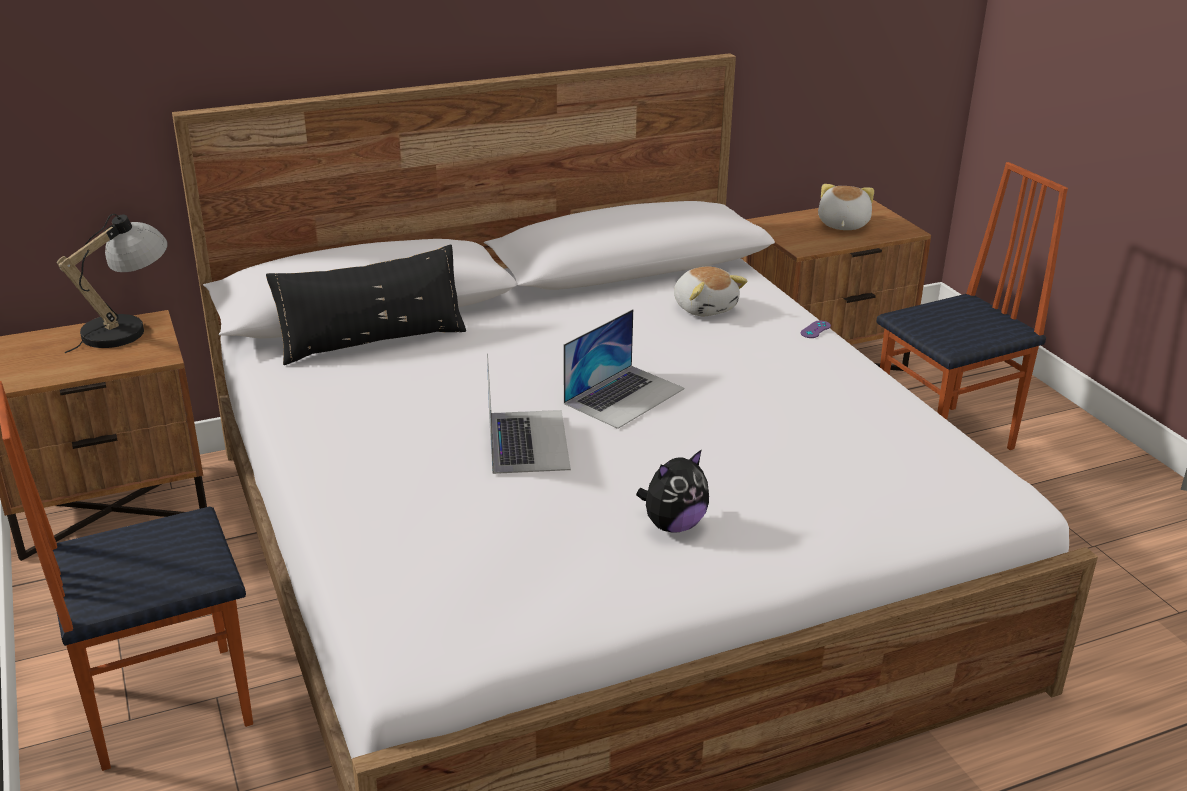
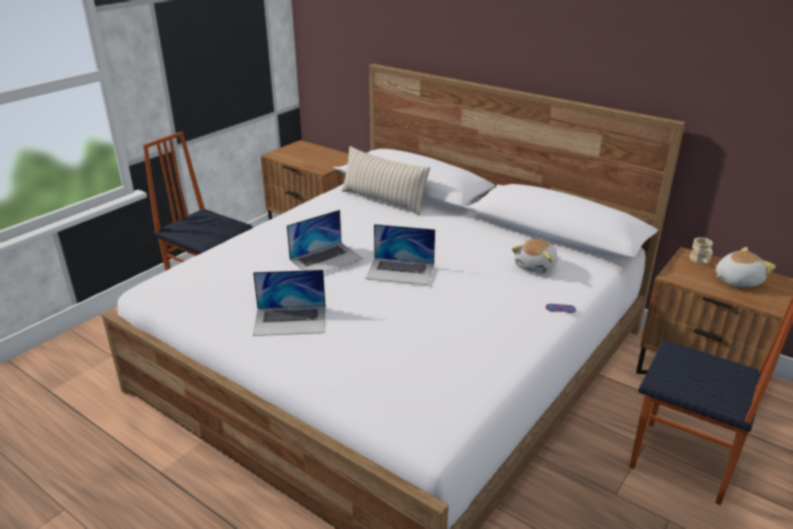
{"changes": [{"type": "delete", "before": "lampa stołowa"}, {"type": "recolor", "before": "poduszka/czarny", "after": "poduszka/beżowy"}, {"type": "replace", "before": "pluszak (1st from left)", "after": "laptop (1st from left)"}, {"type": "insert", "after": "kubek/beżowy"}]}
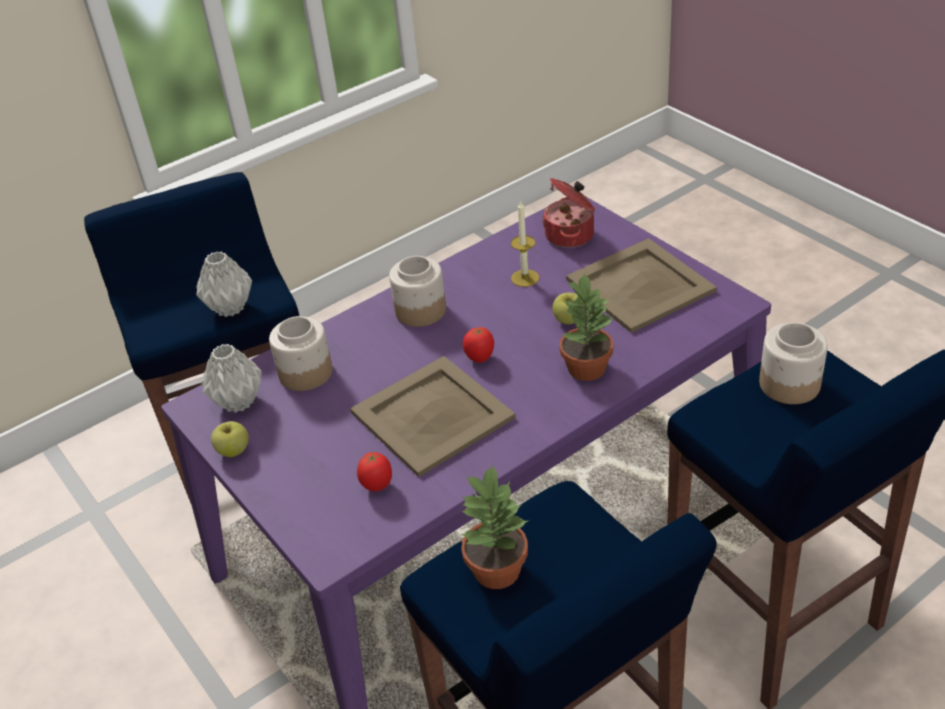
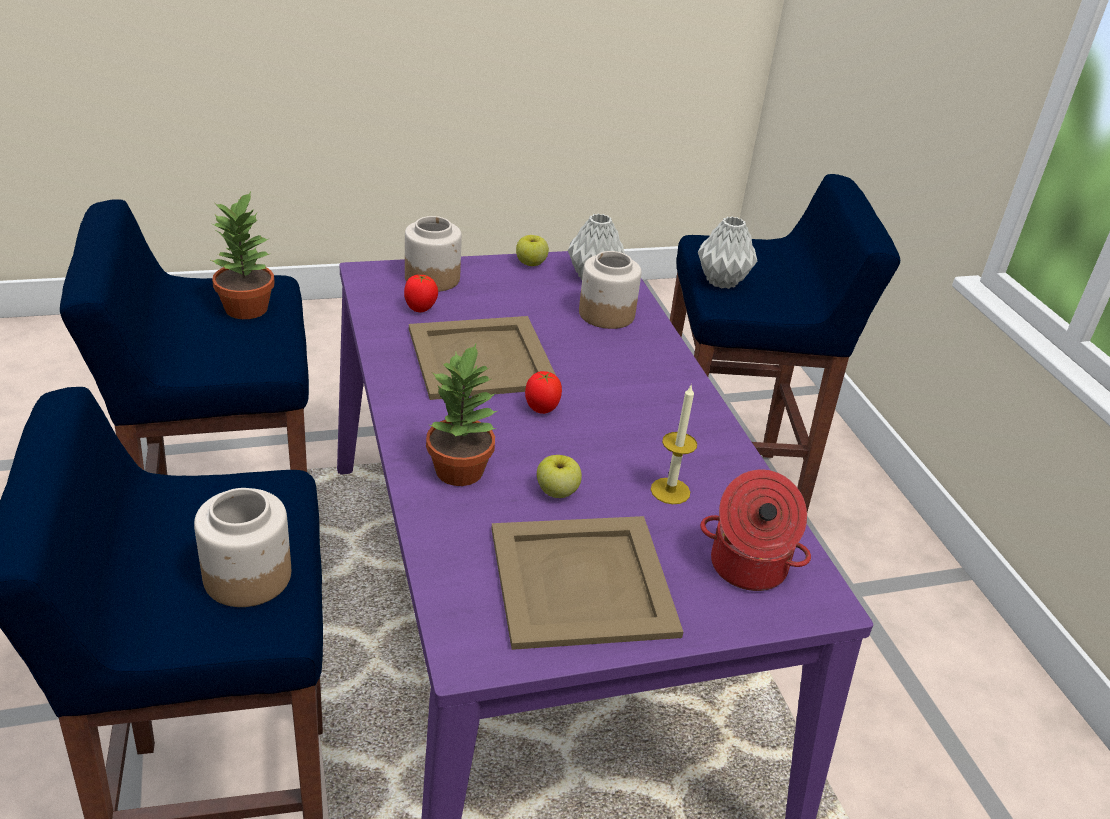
{"changes": [{"type": "move", "before": "słoik (2nd from left)"}]}
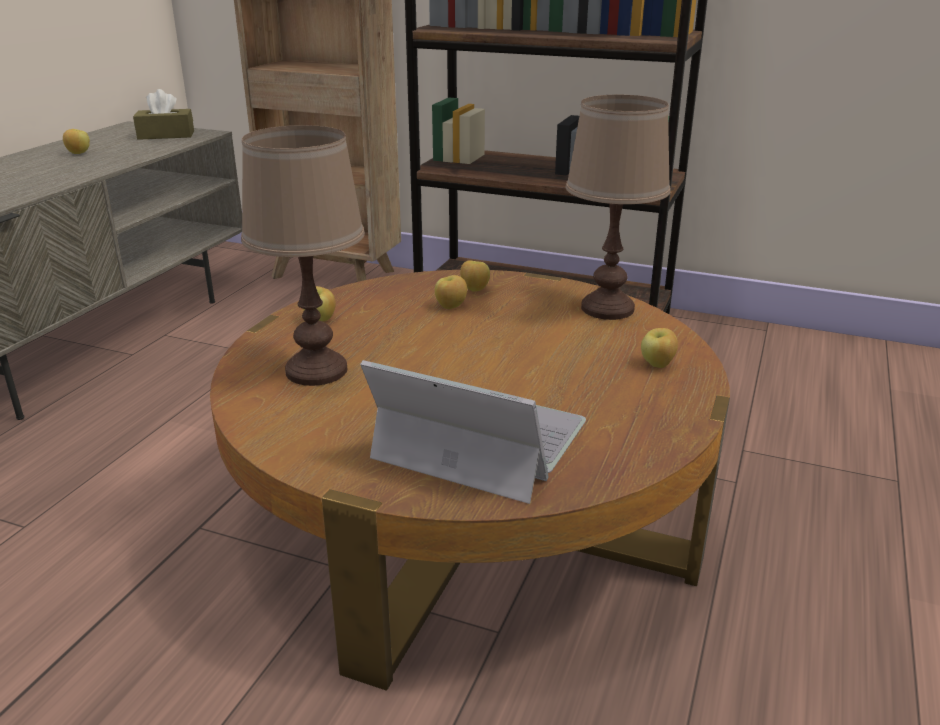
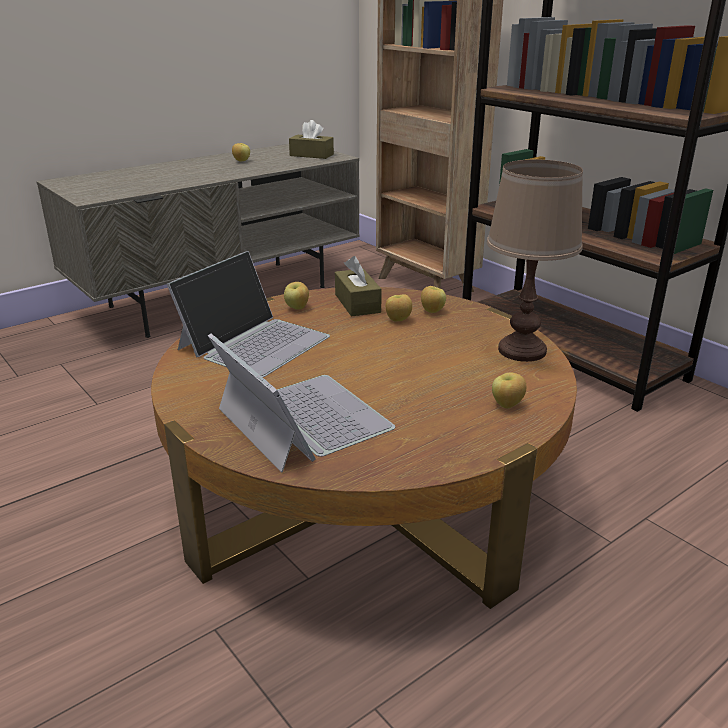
{"changes": [{"type": "replace", "before": "lampa stołowa/brązowy (1st from left)", "after": "laptop (1st from left)"}, {"type": "insert", "after": "pudełko chusteczek/brązowy (2nd from left)"}]}
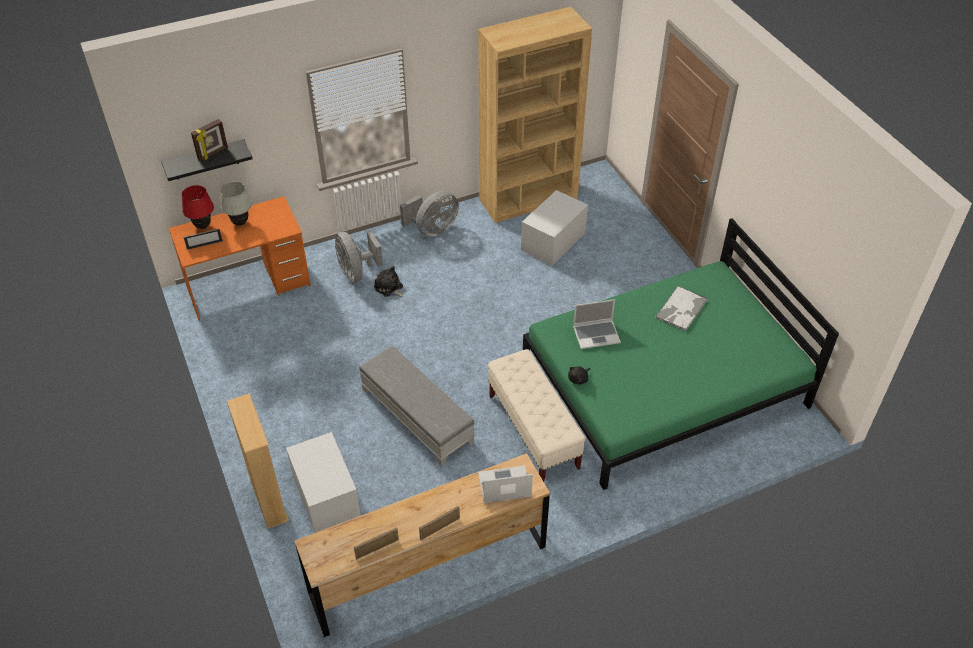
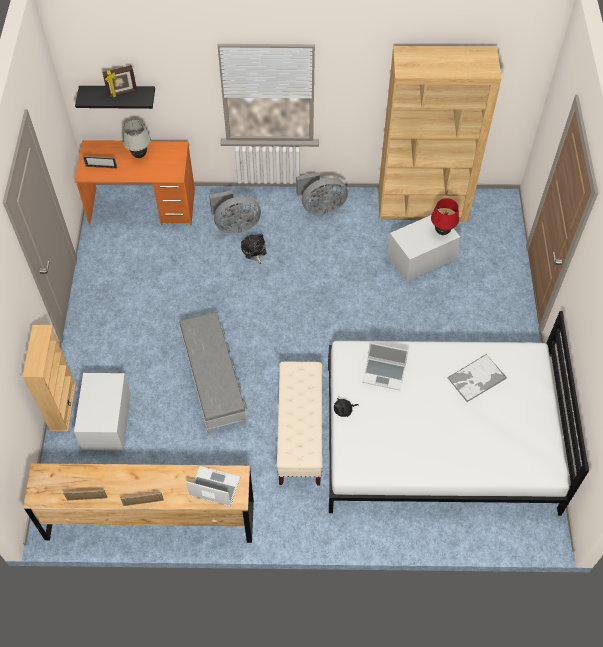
{"changes": [{"type": "move", "before": "lampa stołowa/czerwony"}, {"type": "rotate", "before": "wentylator/szary (1st from left)", "turn": -105}, {"type": "recolor", "before": "łóżko/zielony", "after": "łóżko/biały"}]}
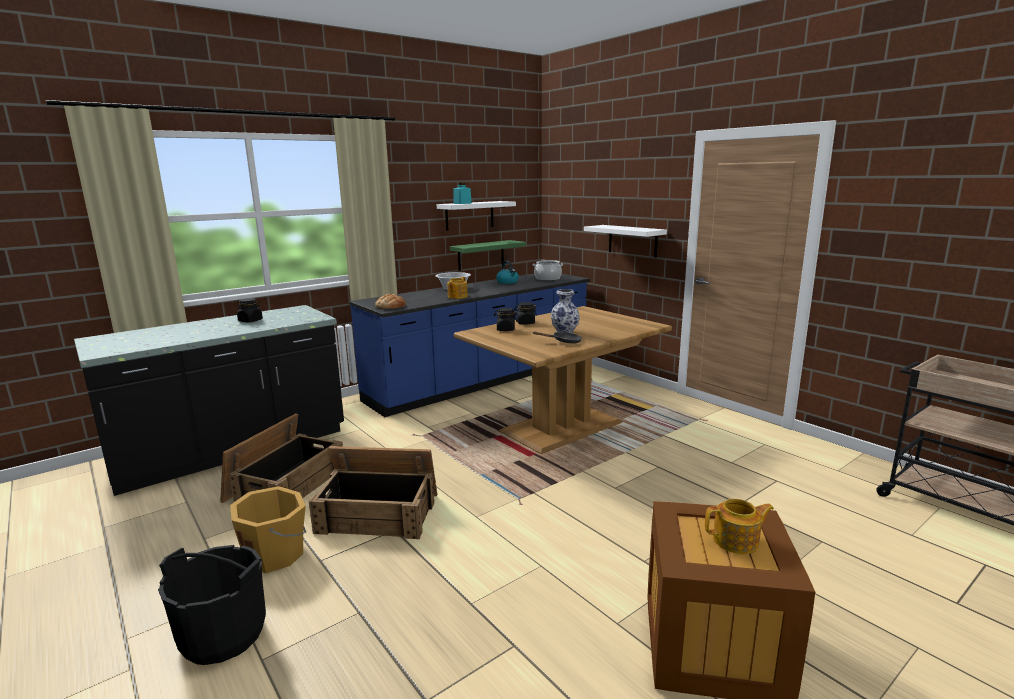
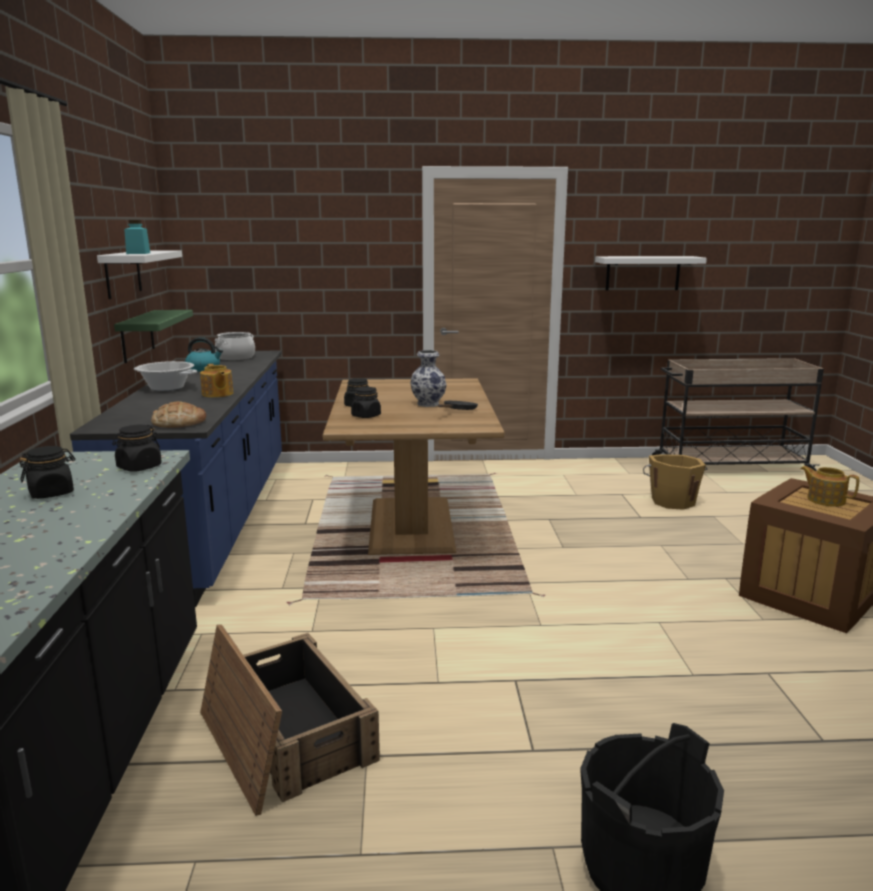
{"changes": [{"type": "move", "before": "wiadro/pomarańczowy"}, {"type": "delete", "before": "skrzynka (2nd from left)"}, {"type": "move", "before": "półka/biały (2nd from left)"}, {"type": "rotate", "before": "imbryk (2nd from left)", "turn": -75}, {"type": "insert", "after": "słoik/czarny (2nd from left)"}]}
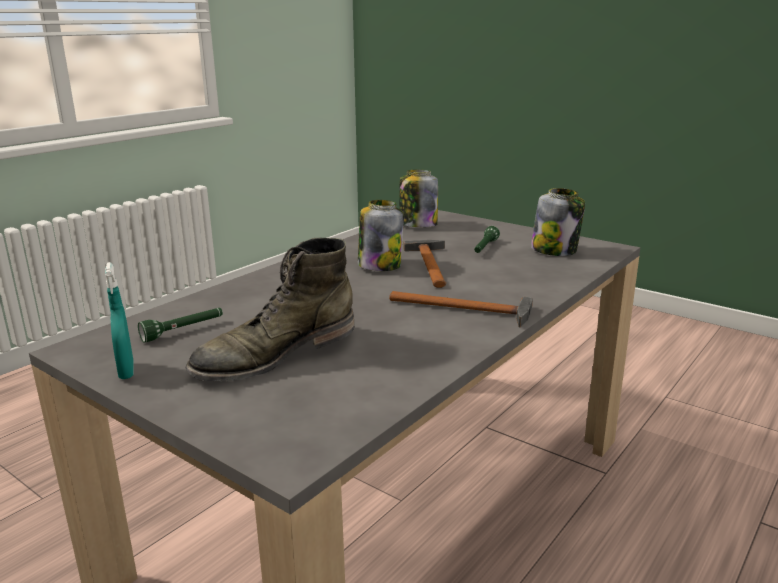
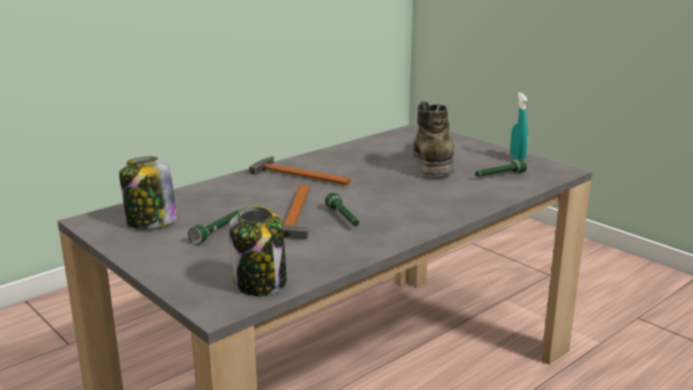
{"changes": [{"type": "rotate", "before": "but z cholewką/zielony", "turn": -60}, {"type": "replace", "before": "słoik (1st from left)", "after": "latarka/zielony (2nd from left)"}]}
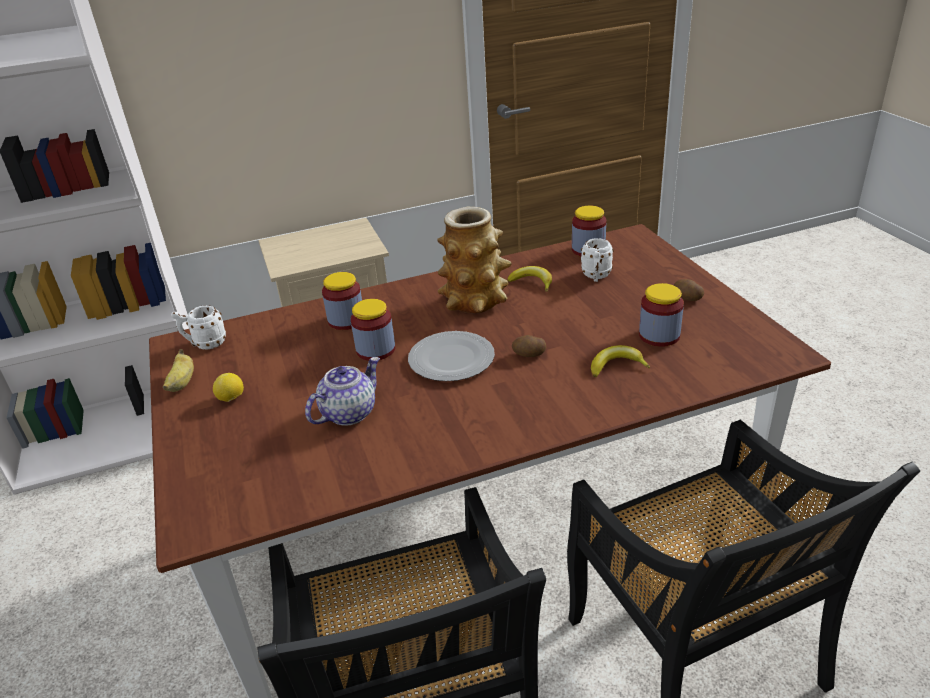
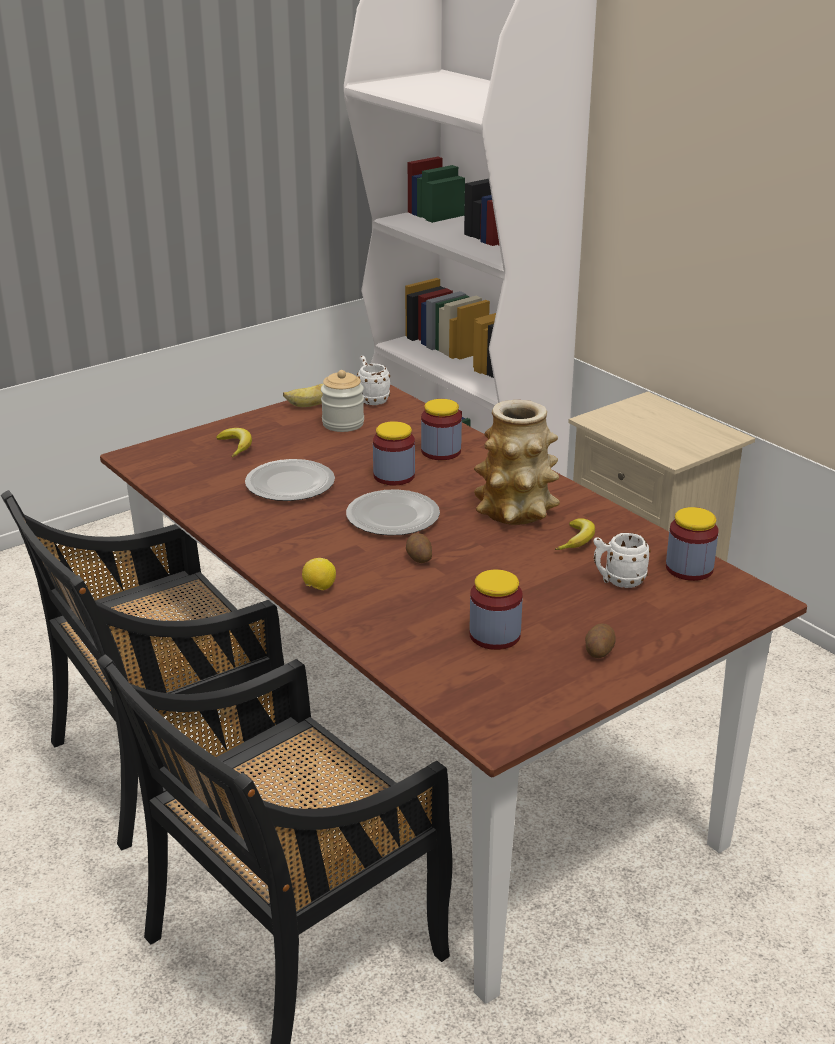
{"changes": [{"type": "move", "before": "cytryna"}, {"type": "replace", "before": "imbryk", "after": "talerz (1st from left)"}, {"type": "move", "before": "banan (3rd from left in the first image)", "after": "banan (1st from left)"}, {"type": "insert", "after": "słoik (1st from left)"}]}
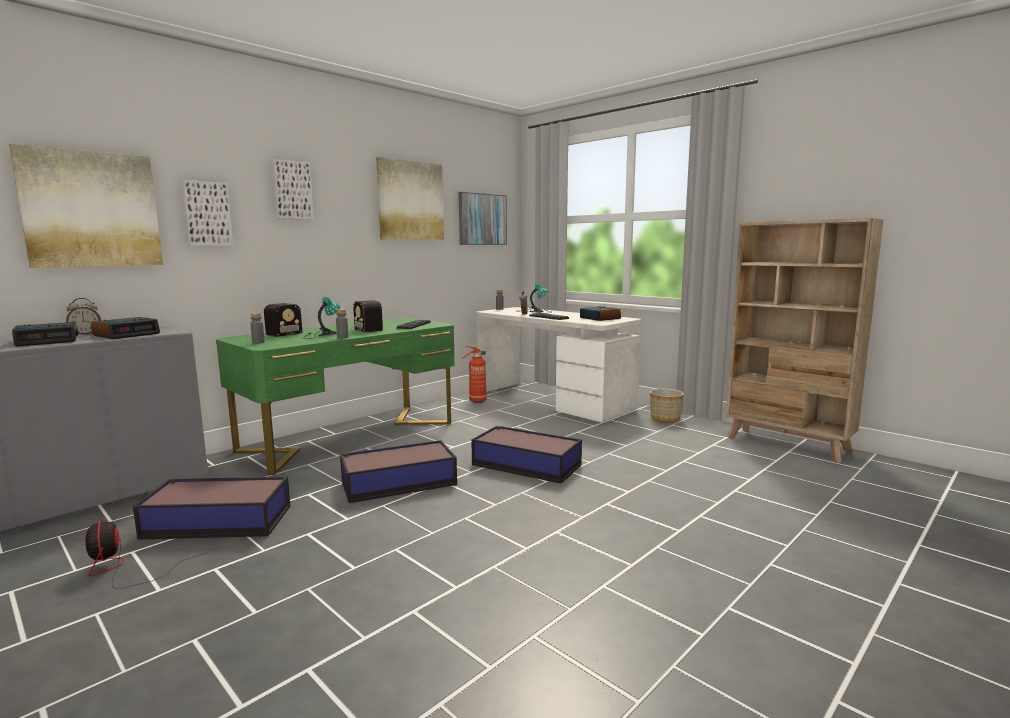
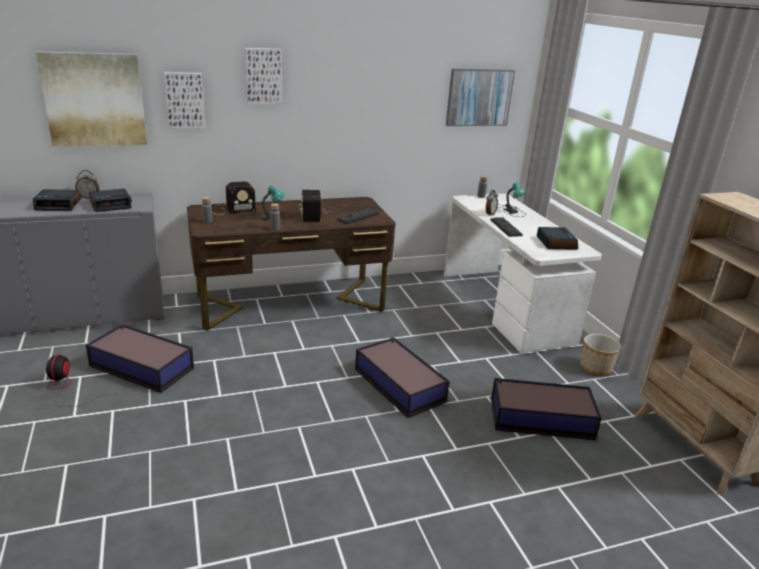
{"changes": [{"type": "recolor", "before": "biurko/zielony", "after": "biurko/brązowy"}, {"type": "move", "before": "pojemnik do przechowywania (2nd from left in the first image)", "after": "pojemnik do przechowywania (3rd from left)"}, {"type": "delete", "before": "obraz (4th from left)"}, {"type": "delete", "before": "gaśnica"}]}
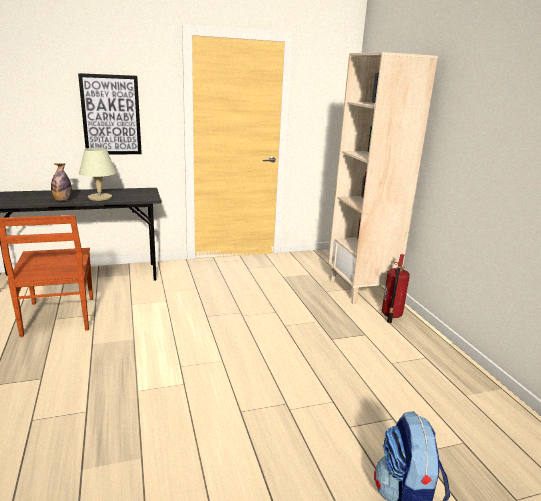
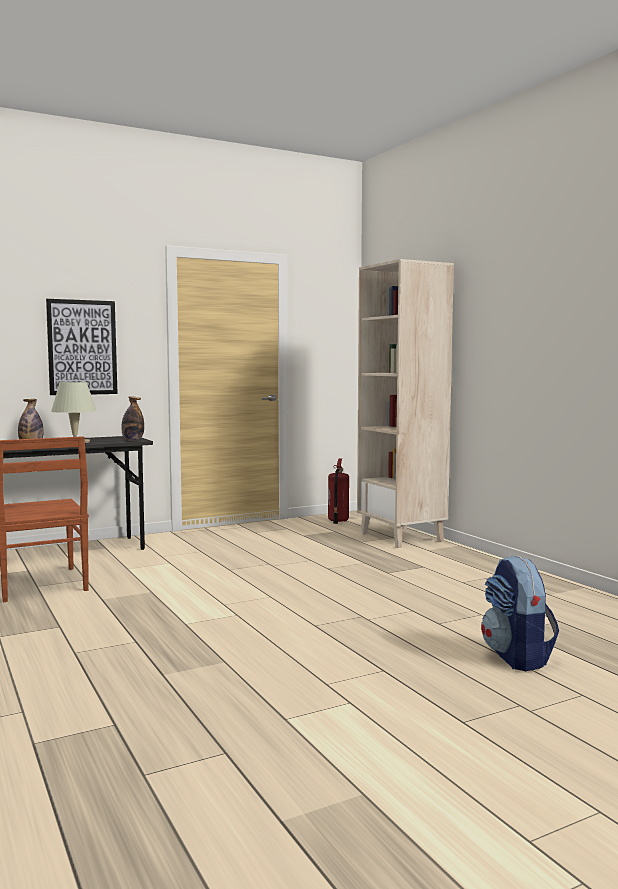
{"changes": [{"type": "move", "before": "gaśnica"}, {"type": "insert", "after": "butelka (2nd from left)"}]}
